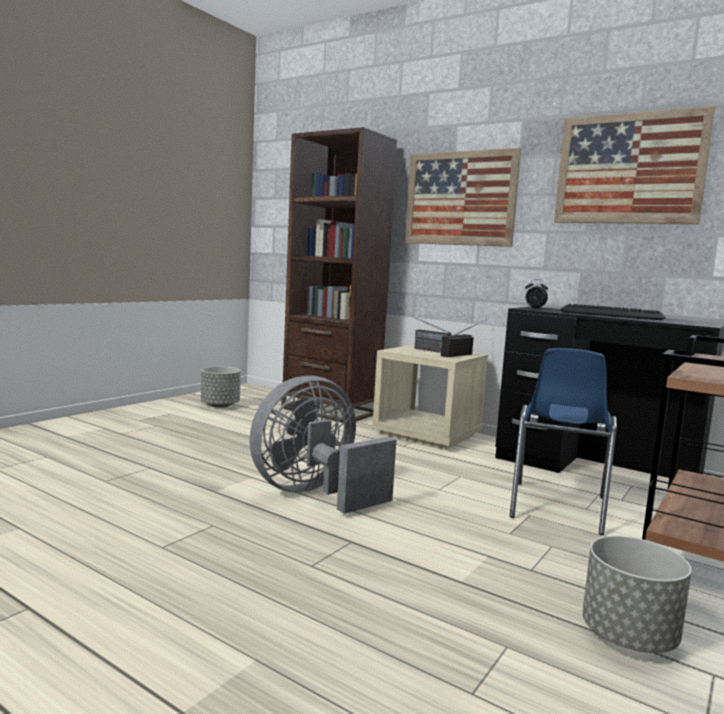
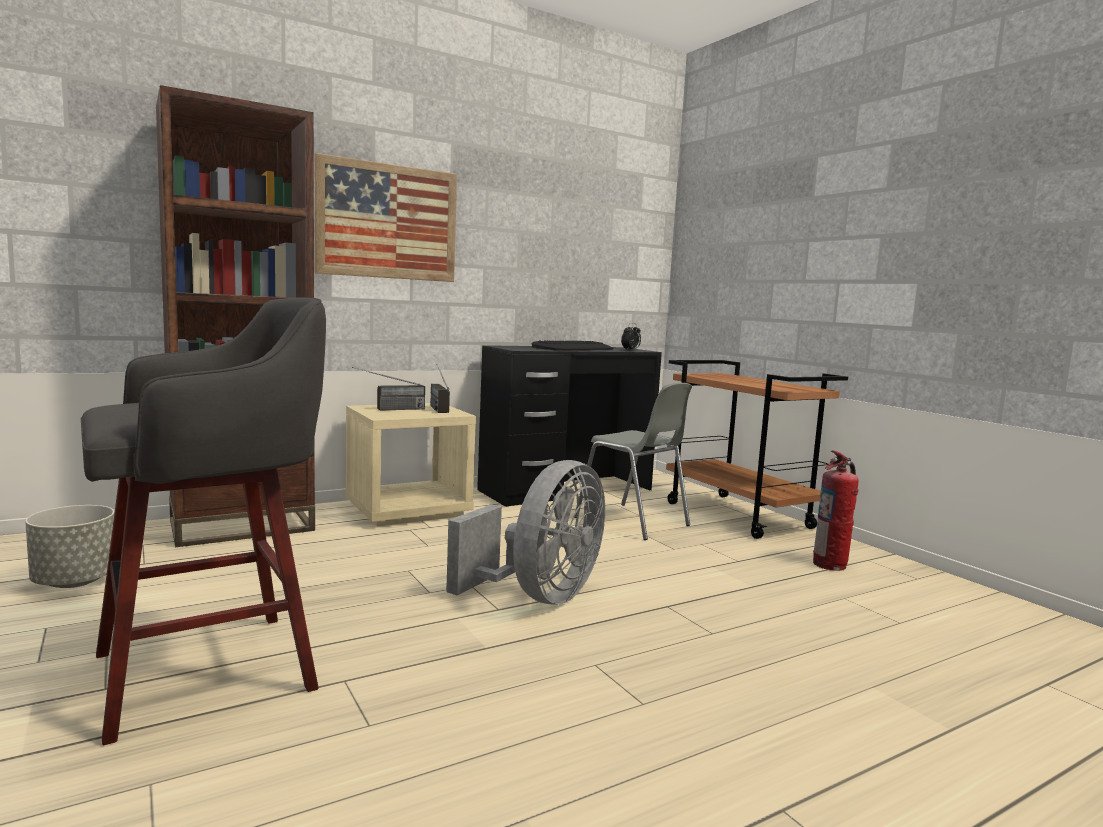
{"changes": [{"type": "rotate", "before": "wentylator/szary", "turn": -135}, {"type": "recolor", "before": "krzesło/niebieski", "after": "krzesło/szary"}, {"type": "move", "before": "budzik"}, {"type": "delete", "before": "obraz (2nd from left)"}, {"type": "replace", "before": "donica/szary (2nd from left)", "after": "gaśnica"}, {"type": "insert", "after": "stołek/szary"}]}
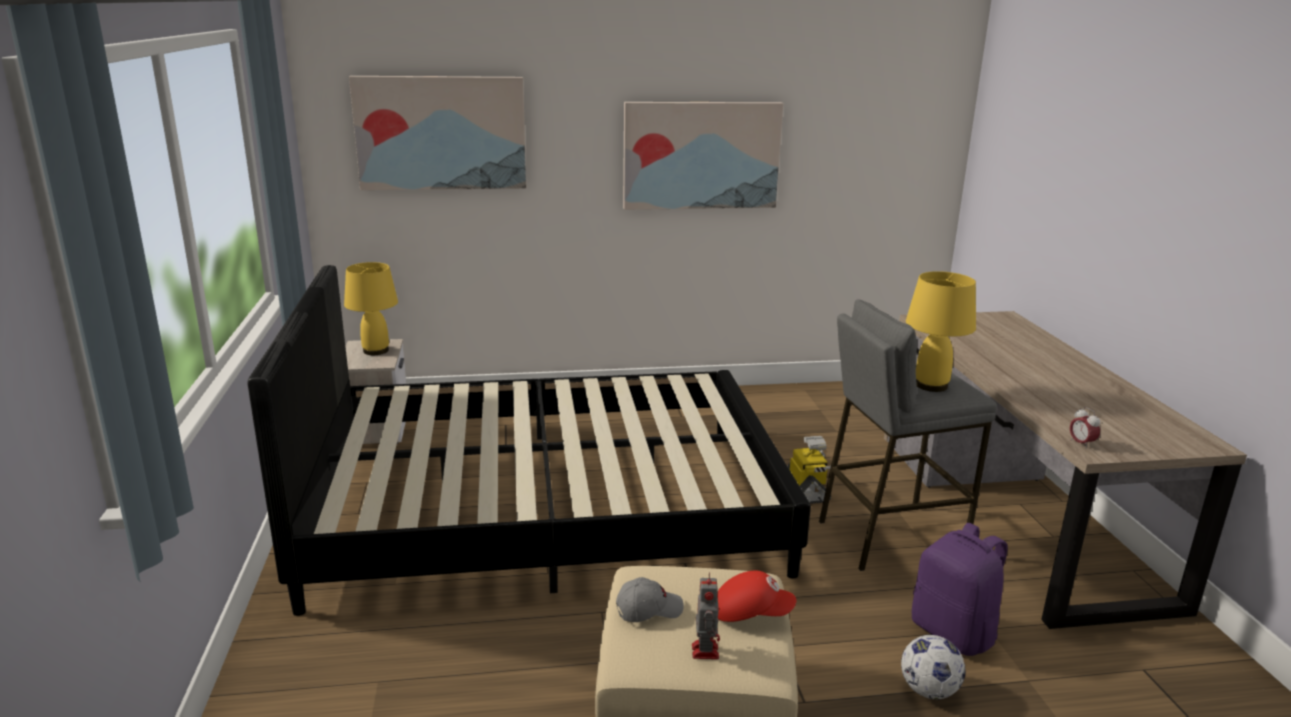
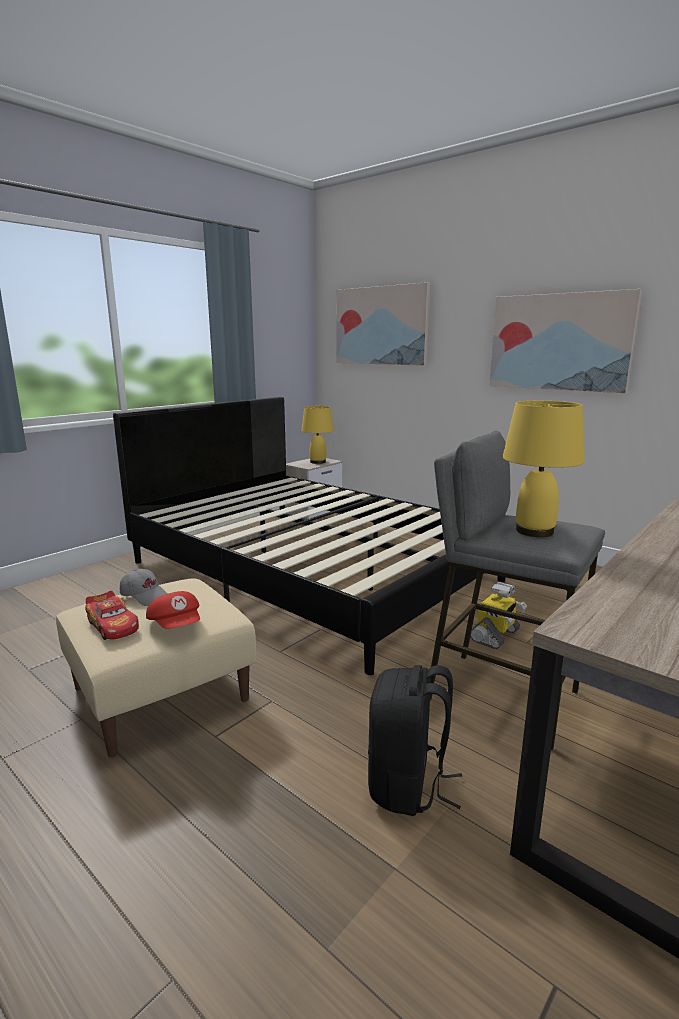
{"changes": [{"type": "replace", "before": "robot zabawkowy (1st from left)", "after": "samochodzik"}, {"type": "delete", "before": "piłka futbolowa"}, {"type": "recolor", "before": "plecak/fioletowy", "after": "plecak/czarny"}, {"type": "delete", "before": "budzik"}]}
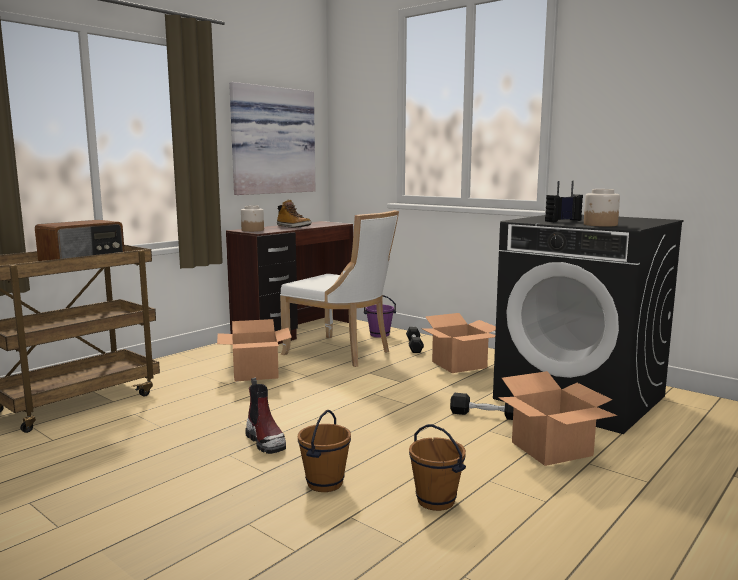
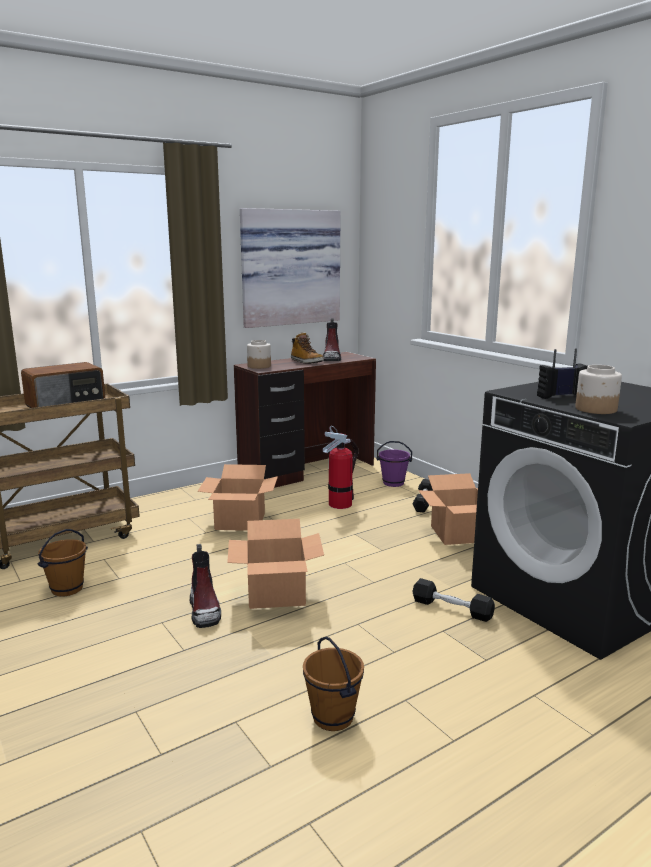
{"changes": [{"type": "replace", "before": "krzesło/biały", "after": "gaśnica"}, {"type": "move", "before": "wiadro/brązowy (1st from left)"}, {"type": "move", "before": "karton (3rd from left in the first image)", "after": "karton (2nd from left)"}, {"type": "insert", "after": "but z cholewką (3rd from left)"}]}
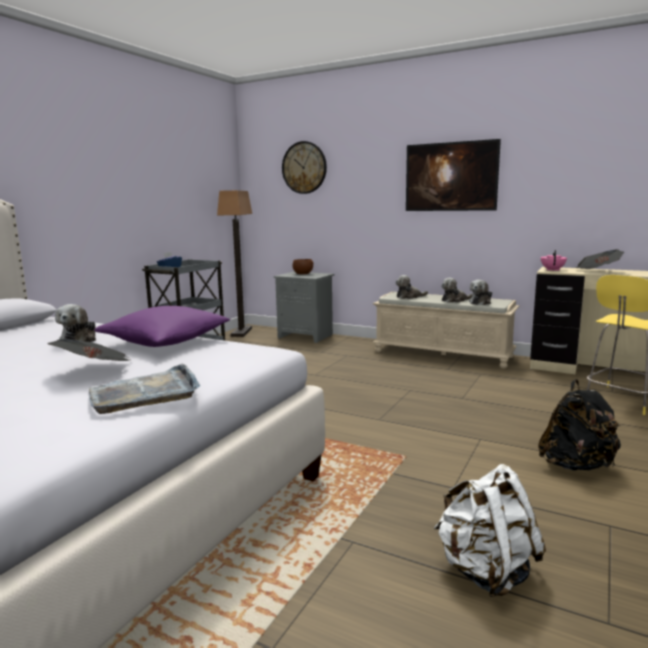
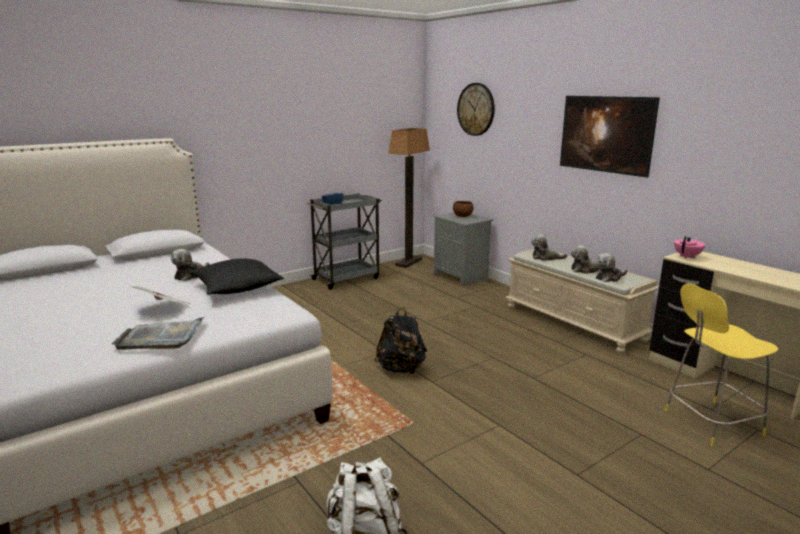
{"changes": [{"type": "recolor", "before": "poduszka/fioletowy", "after": "poduszka/czarny"}, {"type": "move", "before": "plecak/czarny"}, {"type": "delete", "before": "gazeta (2nd from left)"}]}
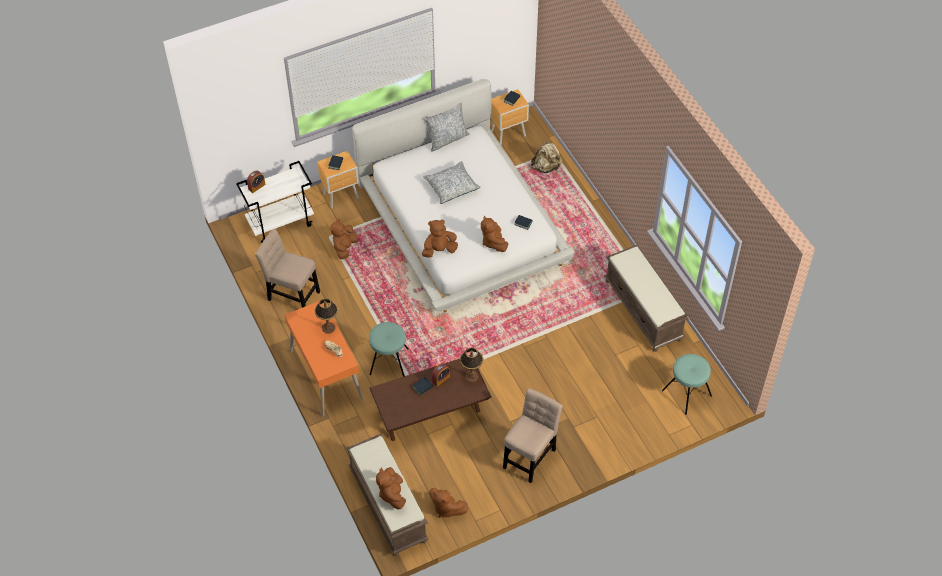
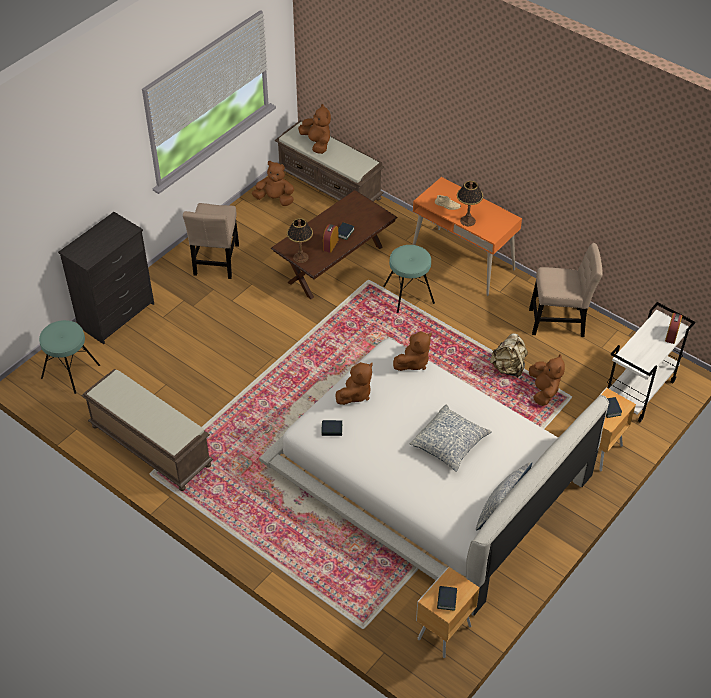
{"changes": [{"type": "rotate", "before": "pluszak/brązowy (5th from left in the first image)", "turn": 75}, {"type": "move", "before": "plecak/beżowy"}, {"type": "insert", "after": "komoda/czarny"}]}
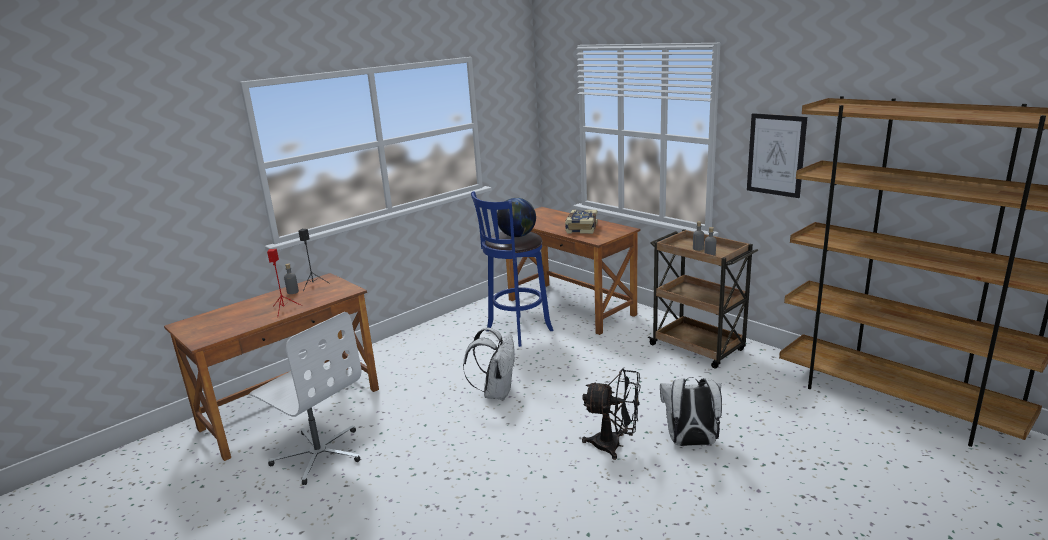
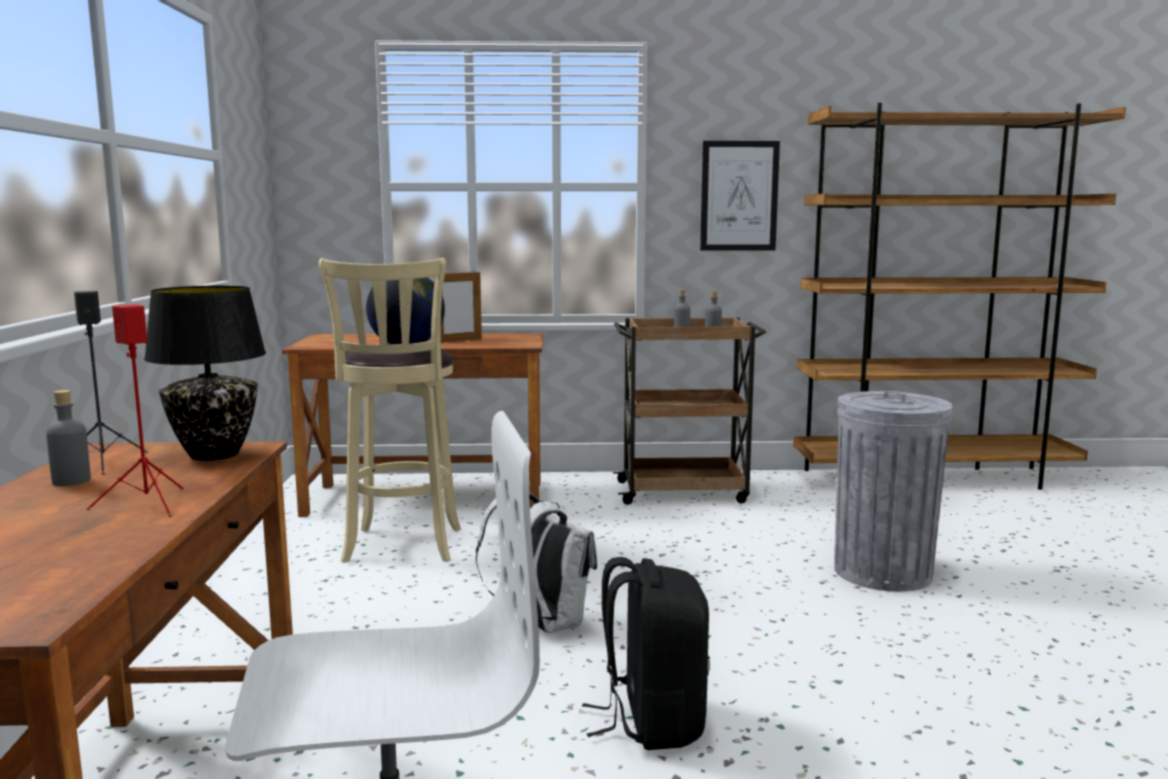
{"changes": [{"type": "recolor", "before": "stołek/niebieski", "after": "stołek/beżowy"}, {"type": "replace", "before": "książka", "after": "ramka na zdjęcie"}, {"type": "delete", "before": "wentylator/czarny"}, {"type": "replace", "before": "plecak/biały (2nd from left)", "after": "kosz na śmieci/szary"}, {"type": "insert", "after": "lampa stołowa/czarny"}, {"type": "insert", "after": "plecak/czarny"}]}
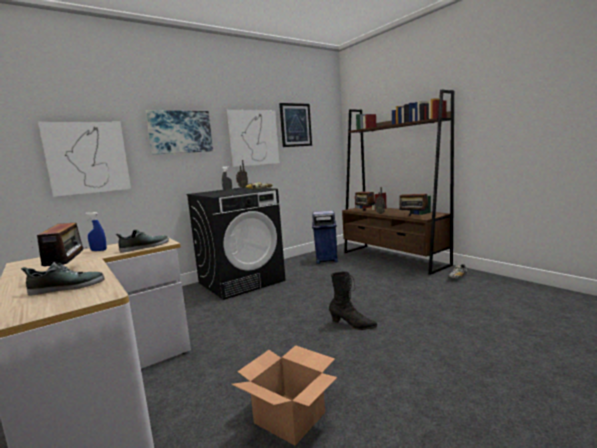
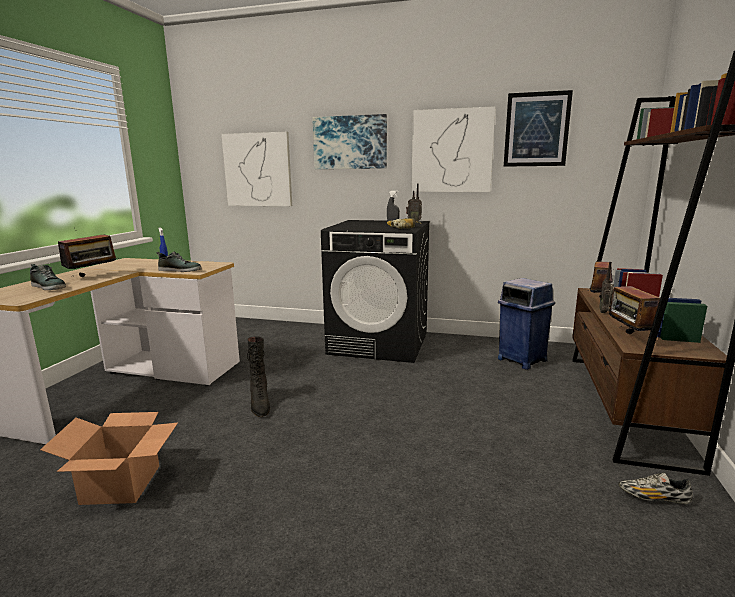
{"changes": [{"type": "move", "before": "but z cholewką/czarny"}]}
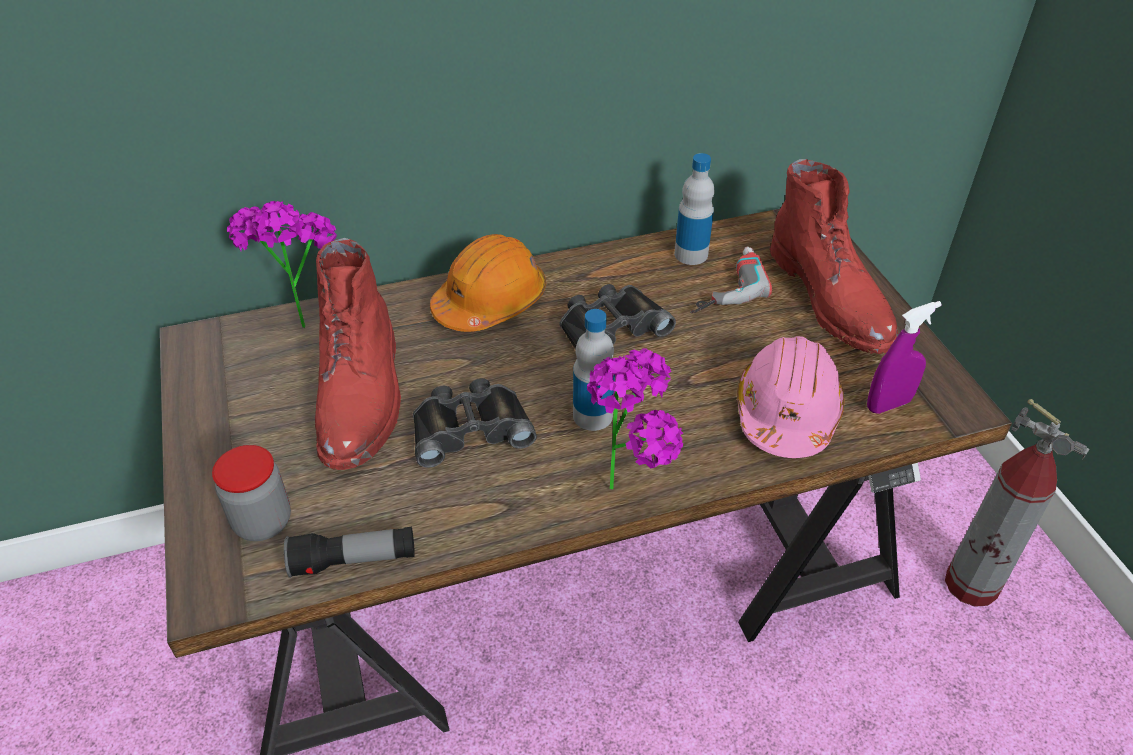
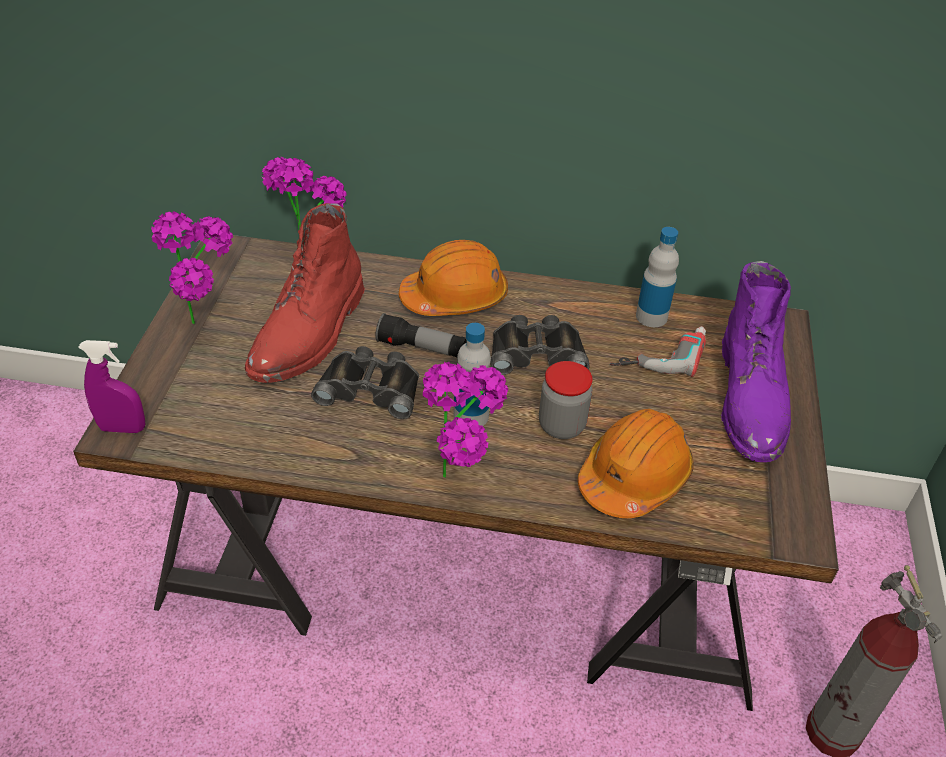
{"changes": [{"type": "move", "before": "słoik"}, {"type": "move", "before": "latarka"}, {"type": "recolor", "before": "kask/różowy", "after": "kask/pomarańczowy (2nd from left)"}, {"type": "recolor", "before": "but z cholewką/czerwony (2nd from left)", "after": "but z cholewką/fioletowy"}, {"type": "move", "before": "spryskiwacz/fioletowy"}, {"type": "insert", "after": "roślina doniczkowa (1st from left)"}]}
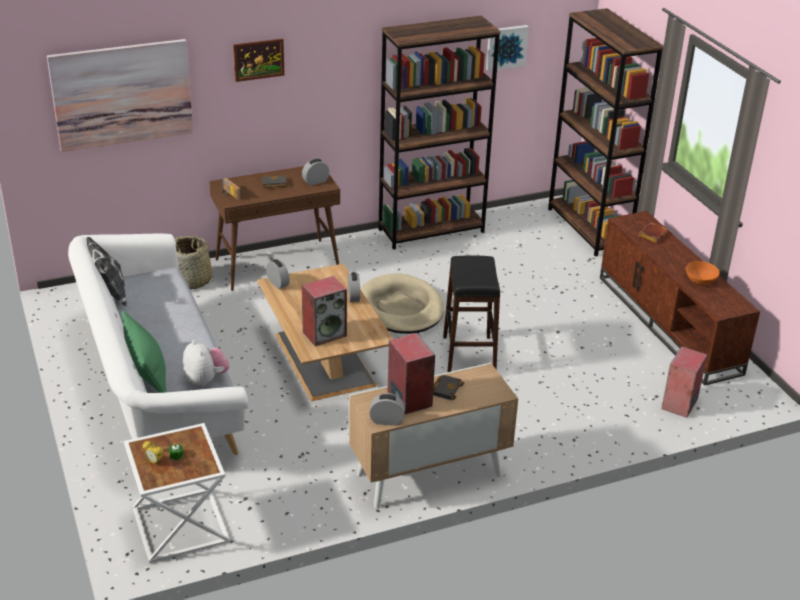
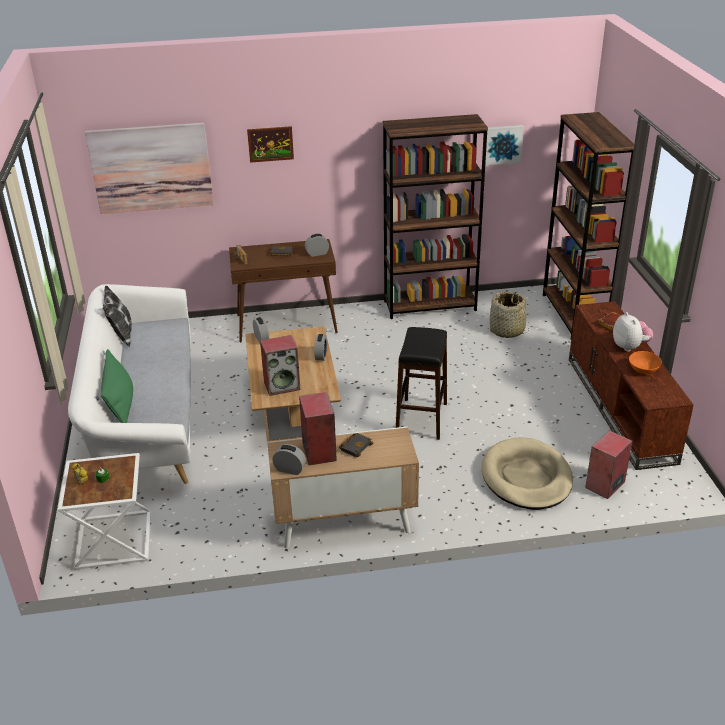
{"changes": [{"type": "move", "before": "koszyk"}, {"type": "move", "before": "pluszak"}, {"type": "move", "before": "legowisko/beżowy"}]}
